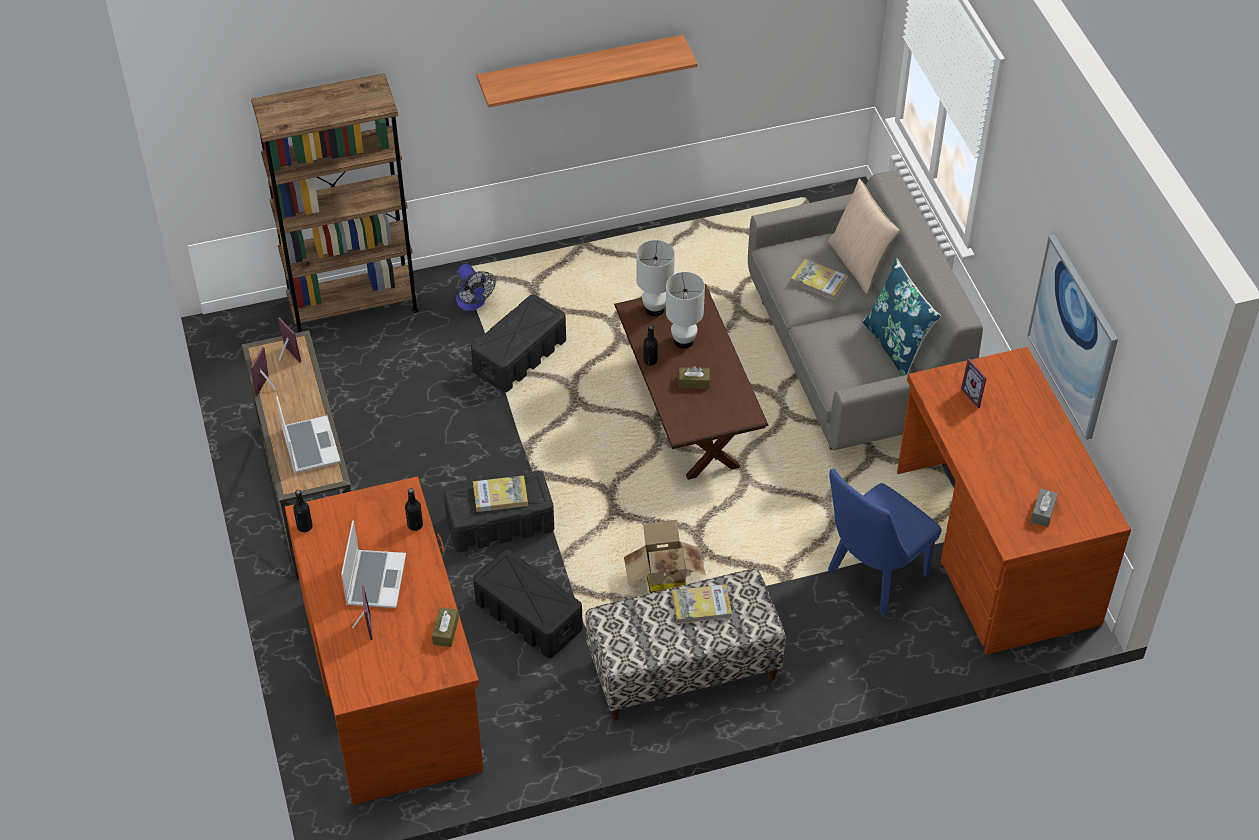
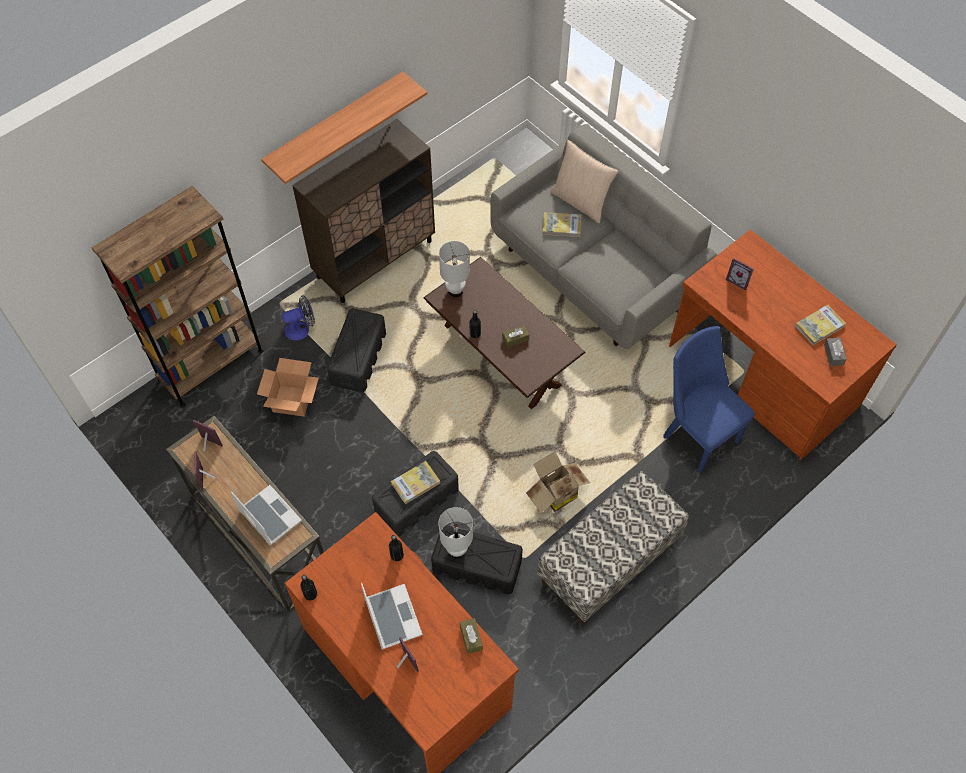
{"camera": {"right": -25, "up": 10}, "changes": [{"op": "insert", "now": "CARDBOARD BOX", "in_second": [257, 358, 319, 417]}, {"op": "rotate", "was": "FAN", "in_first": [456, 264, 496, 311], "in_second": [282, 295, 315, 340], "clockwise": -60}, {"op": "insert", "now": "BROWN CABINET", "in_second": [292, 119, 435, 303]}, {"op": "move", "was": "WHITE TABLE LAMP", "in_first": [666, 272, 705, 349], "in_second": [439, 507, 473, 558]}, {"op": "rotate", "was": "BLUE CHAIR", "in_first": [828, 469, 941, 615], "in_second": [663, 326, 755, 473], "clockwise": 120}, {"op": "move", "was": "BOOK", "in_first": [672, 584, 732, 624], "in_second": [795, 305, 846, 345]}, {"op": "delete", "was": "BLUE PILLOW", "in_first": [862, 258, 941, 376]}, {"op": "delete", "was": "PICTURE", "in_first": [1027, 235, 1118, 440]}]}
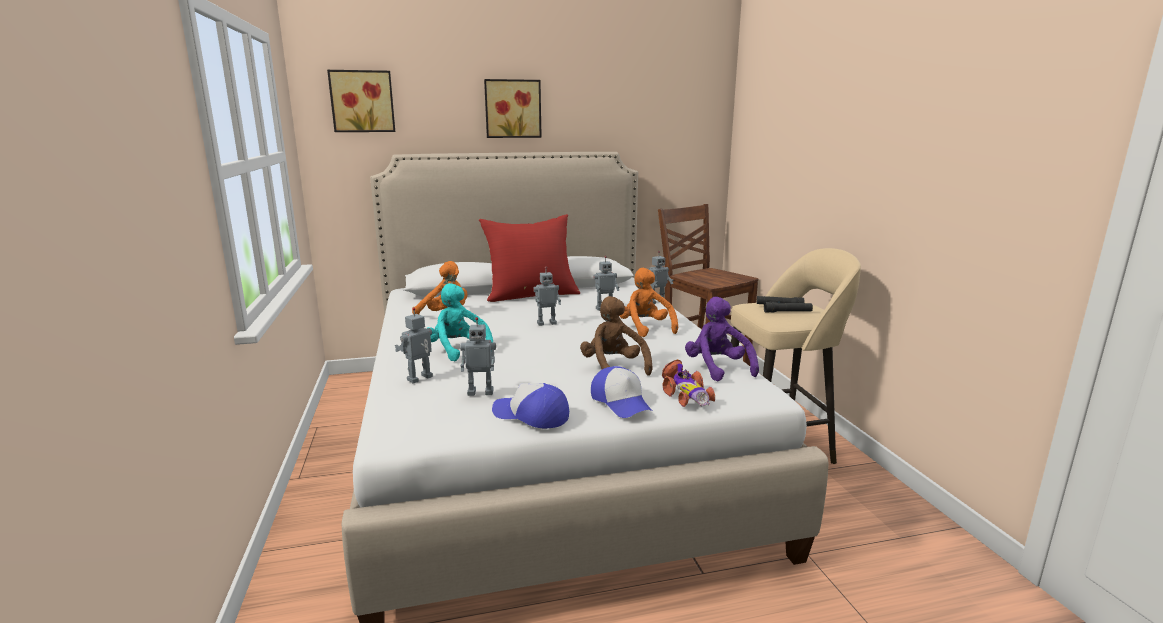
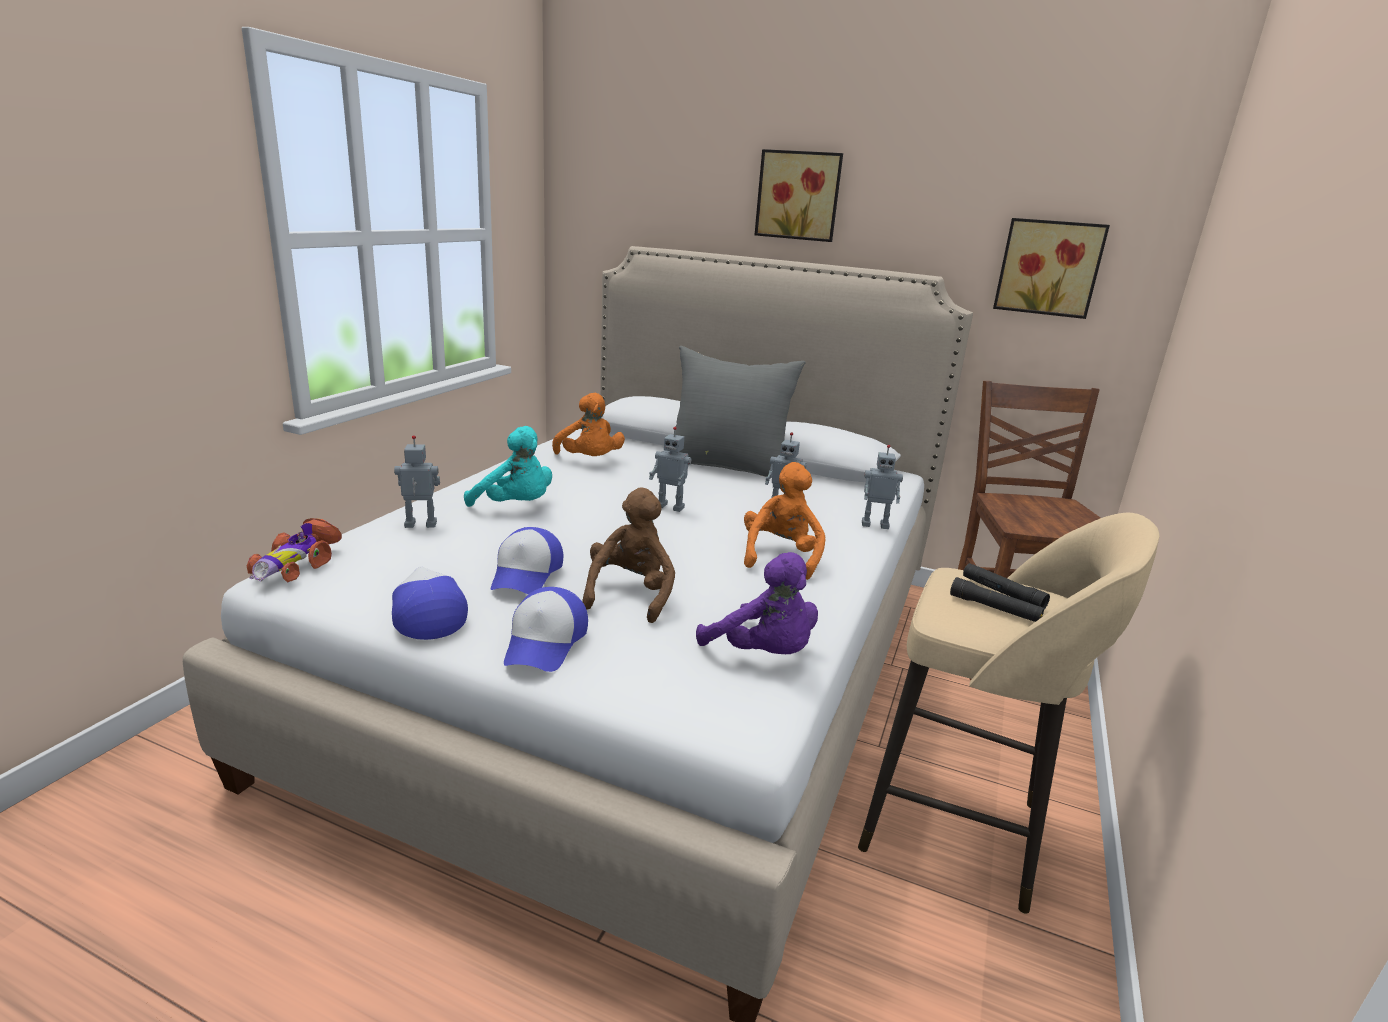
{"camera": {"right": 35, "up": 5}, "changes": [{"op": "move", "was": "TOY CAR", "in_first": [662, 359, 715, 407], "in_second": [247, 518, 342, 583]}, {"op": "rotate", "was": "TURQUOISE PLUSH TOY", "in_first": [426, 283, 493, 362], "in_second": [464, 426, 552, 507], "clockwise": 120}, {"op": "insert", "now": "CAP", "in_second": [491, 527, 563, 594]}, {"op": "recolor", "was": "RED PILLOW", "now": "GREY PILLOW", "in_first": [479, 214, 580, 302], "in_second": [675, 346, 805, 477]}, {"op": "rotate", "was": "PURPLE PLUSH TOY", "in_first": [685, 297, 759, 382], "in_second": [696, 552, 818, 654], "clockwise": 120}, {"op": "move", "was": "PICTURE", "in_first": [327, 70, 395, 132], "in_second": [993, 218, 1110, 319]}, {"op": "delete", "was": "TOY ROBOT", "in_first": [460, 317, 496, 396]}]}
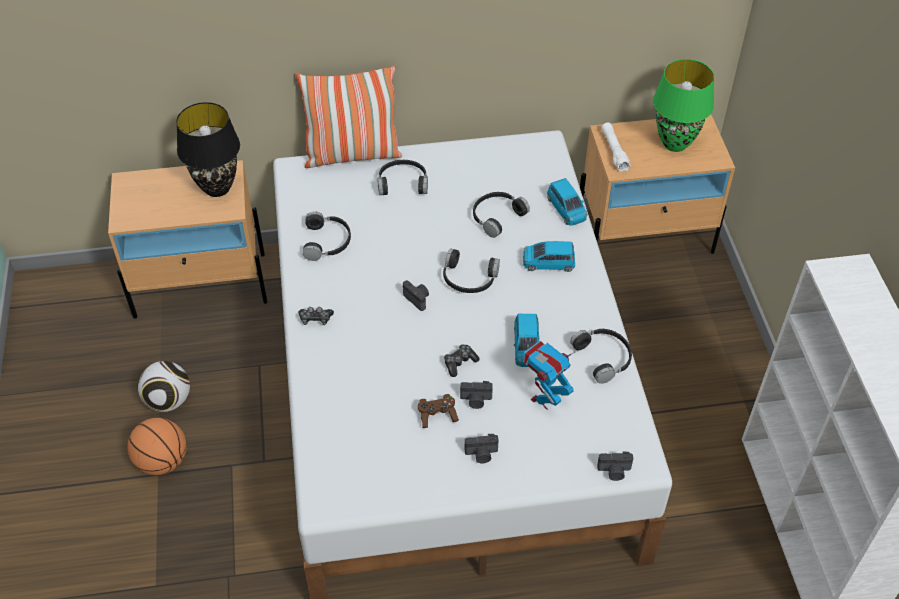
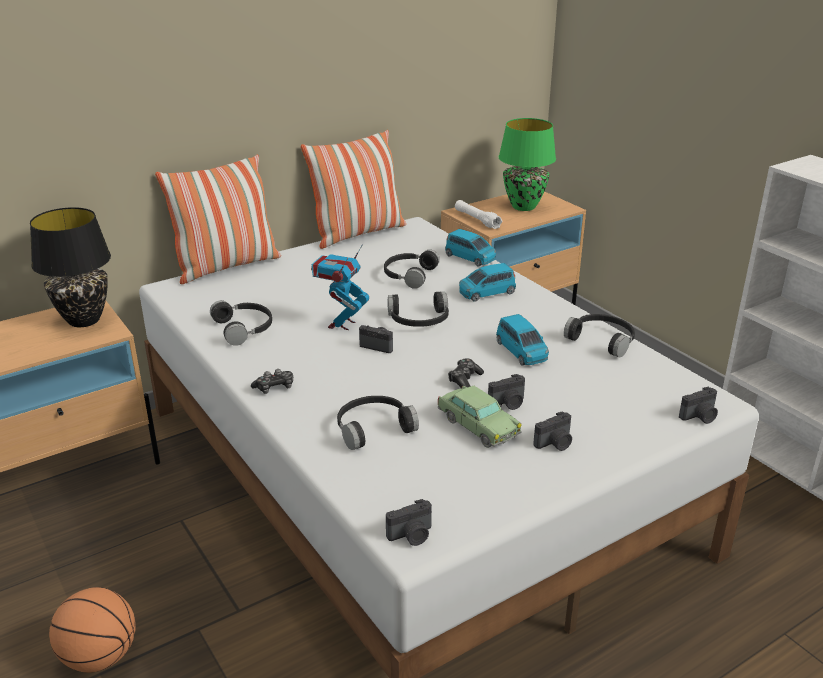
{"camera": {"right": -25, "up": -20}, "changes": [{"op": "insert", "now": "PILLOW", "in_second": [301, 130, 406, 249]}, {"op": "move", "was": "TOY ROBOT", "in_first": [523, 341, 575, 410], "in_second": [311, 244, 369, 330]}, {"op": "move", "was": "BLACK HEADPHONES", "in_first": [378, 160, 428, 195], "in_second": [337, 396, 419, 450]}, {"op": "insert", "now": "PHOTO CAMERA", "in_second": [386, 499, 432, 546]}, {"op": "replace", "was": "BROWN GAME CONTROLLER", "now": "TOY CAR", "in_first": [418, 394, 459, 428], "in_second": [438, 386, 522, 448]}, {"op": "delete", "was": "FOOTBALL", "in_first": [138, 361, 190, 412]}]}
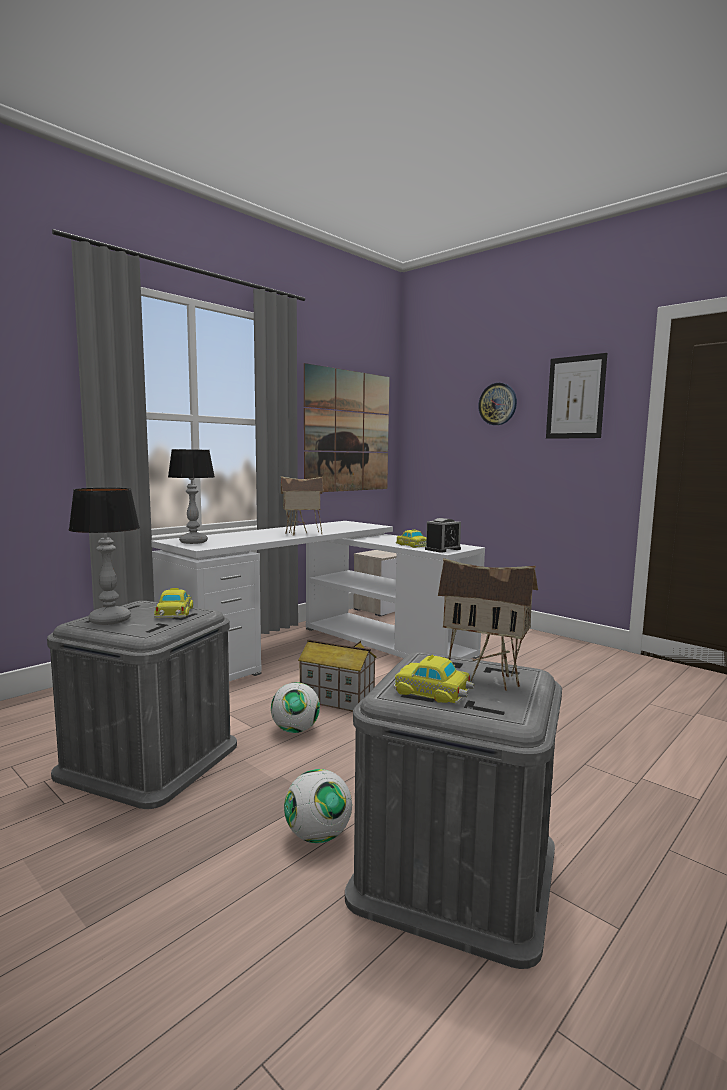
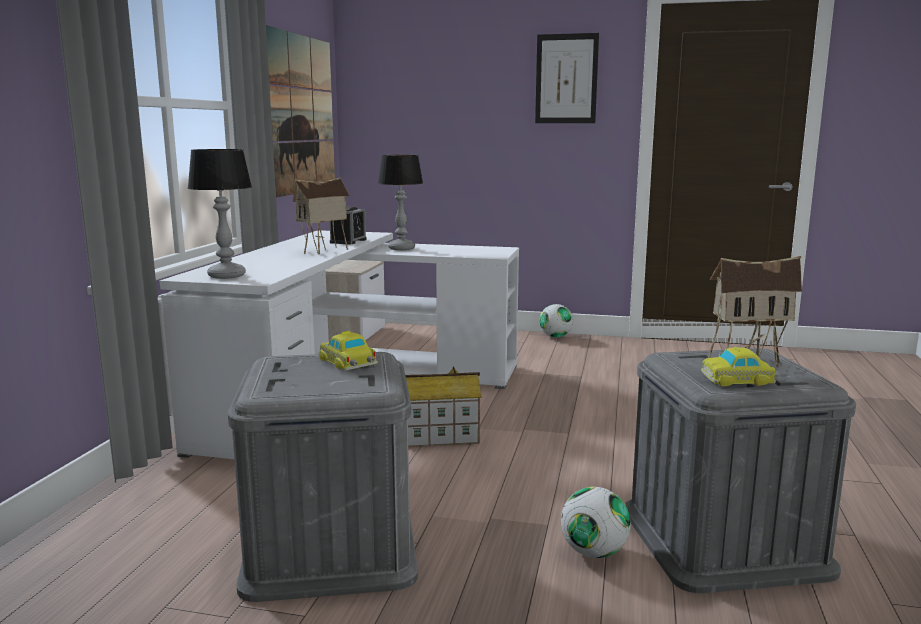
{"camera": {"right": -30, "up": 5}, "changes": [{"op": "move", "was": "ALARM CLOCK", "in_first": [425, 518, 461, 553], "in_second": [330, 206, 367, 244]}, {"op": "move", "was": "TABLE LAMP", "in_first": [69, 488, 140, 625], "in_second": [378, 155, 423, 250]}, {"op": "move", "was": "FOOTBALL", "in_first": [271, 682, 320, 733], "in_second": [539, 304, 573, 338]}, {"op": "delete", "was": "TOY CAR", "in_first": [396, 529, 426, 548]}, {"op": "delete", "was": "WALL CLOCK", "in_first": [478, 383, 517, 425]}]}
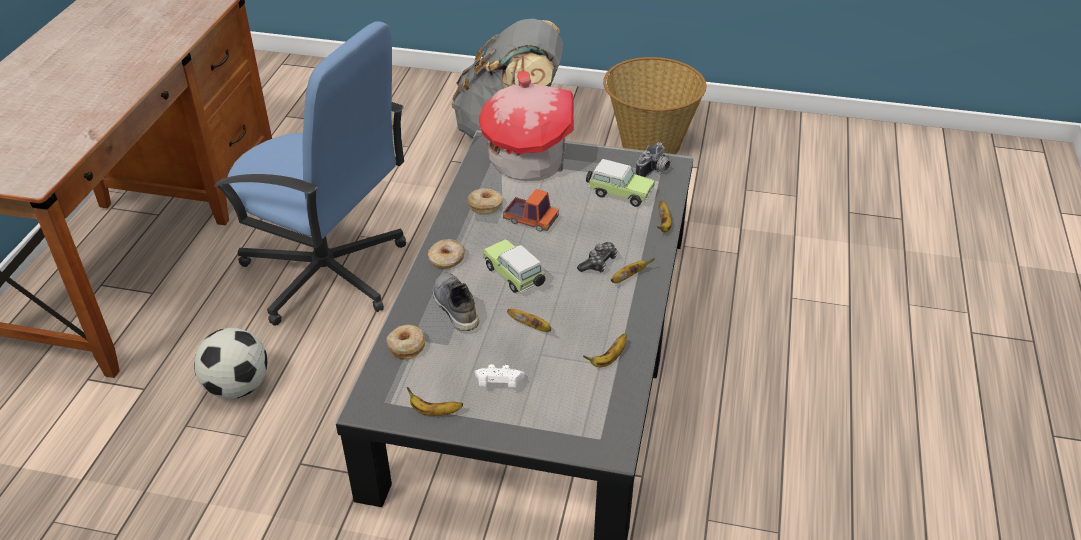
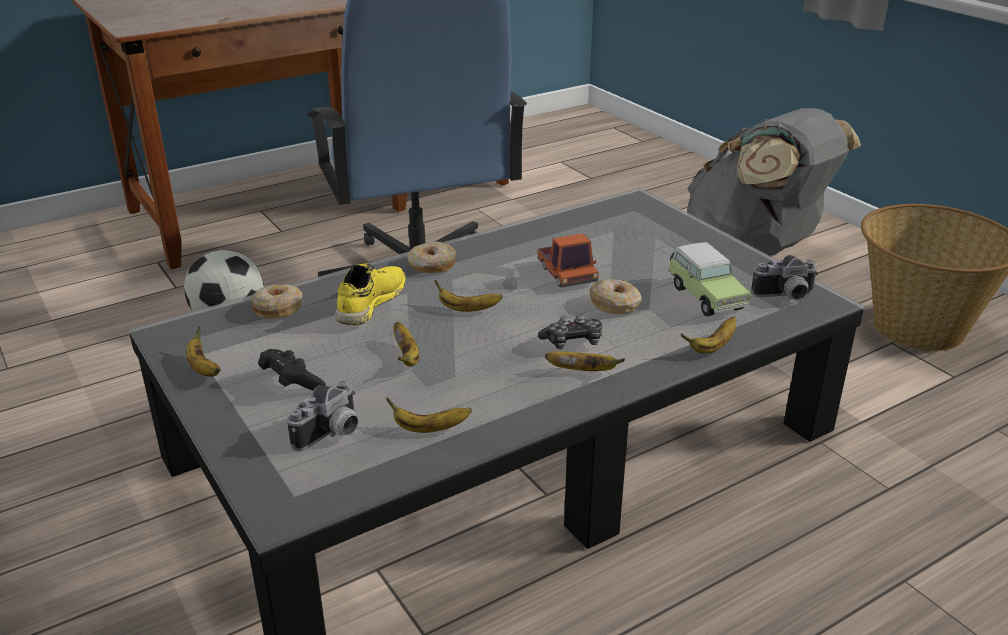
{"camera": {"right": 45, "up": -10}, "changes": [{"op": "recolor", "was": "WHITE GAME CONTROLLER", "now": "BLACK GAME CONTROLLER", "in_first": [475, 364, 525, 387], "in_second": [258, 349, 326, 391]}, {"op": "insert", "now": "PHOTO CAMERA", "in_second": [287, 380, 358, 451]}, {"op": "recolor", "was": "GREY SHOE", "now": "YELLOW SHOE", "in_first": [433, 273, 479, 331], "in_second": [335, 263, 406, 325]}, {"op": "replace", "was": "TOY CAR", "now": "BANANA", "in_first": [482, 239, 546, 293], "in_second": [435, 280, 502, 312]}, {"op": "move", "was": "DONUT", "in_first": [468, 188, 503, 214], "in_second": [589, 279, 642, 314]}, {"op": "delete", "was": "TOY HOUSE", "in_first": [479, 71, 574, 181]}]}
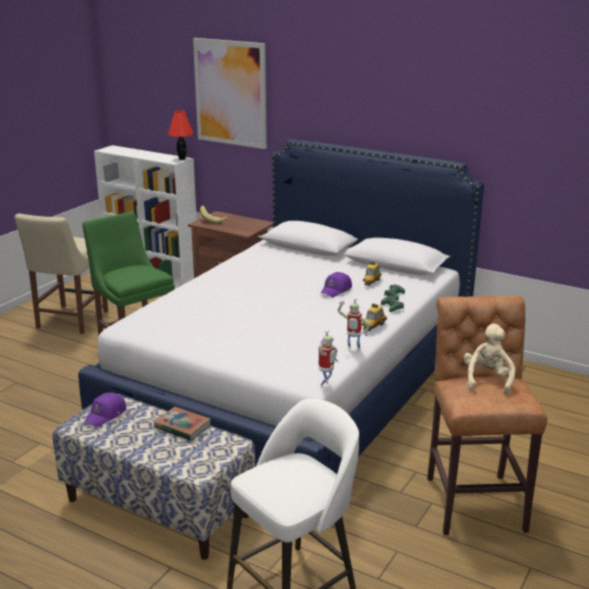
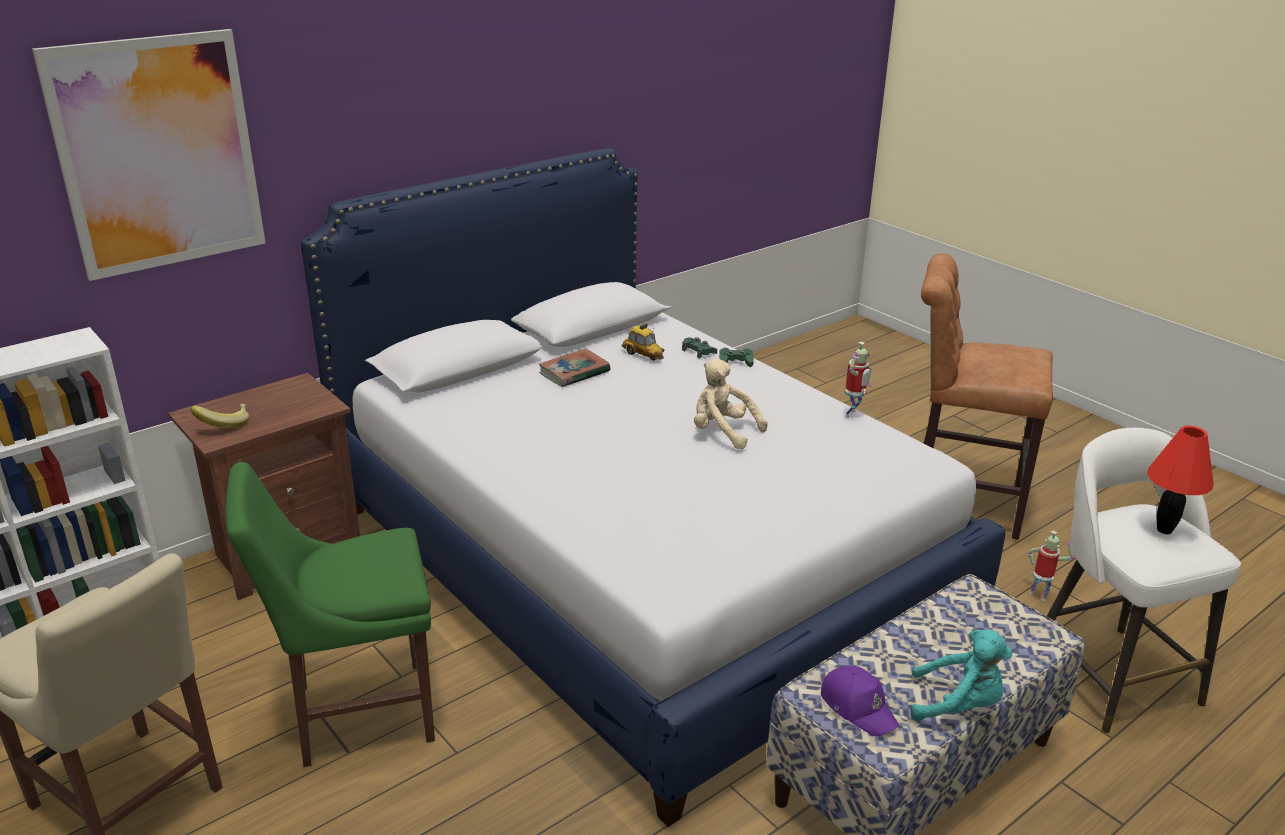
{"camera": {"right": -70, "up": 5}, "changes": [{"op": "move", "was": "BOOK", "in_first": [154, 407, 211, 441], "in_second": [538, 349, 610, 387]}, {"op": "move", "was": "BEIGE PLUSH TOY", "in_first": [463, 324, 515, 394], "in_second": [694, 359, 768, 449]}, {"op": "insert", "now": "TURQUOISE PLUSH TOY", "in_second": [911, 629, 1013, 721]}, {"op": "move", "was": "TOY ROBOT", "in_first": [319, 330, 338, 388], "in_second": [1028, 530, 1074, 601]}, {"op": "move", "was": "RED TABLE LAMP", "in_first": [168, 110, 194, 160], "in_second": [1147, 426, 1214, 534]}, {"op": "delete", "was": "PURPLE CAP", "in_first": [320, 272, 352, 297]}, {"op": "delete", "was": "TOY CAR", "in_first": [362, 304, 387, 331]}]}
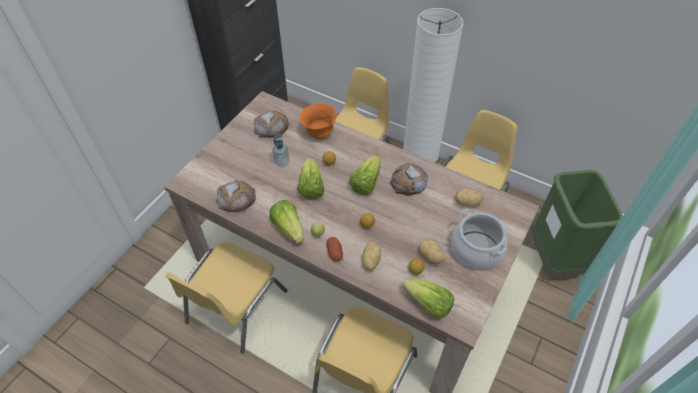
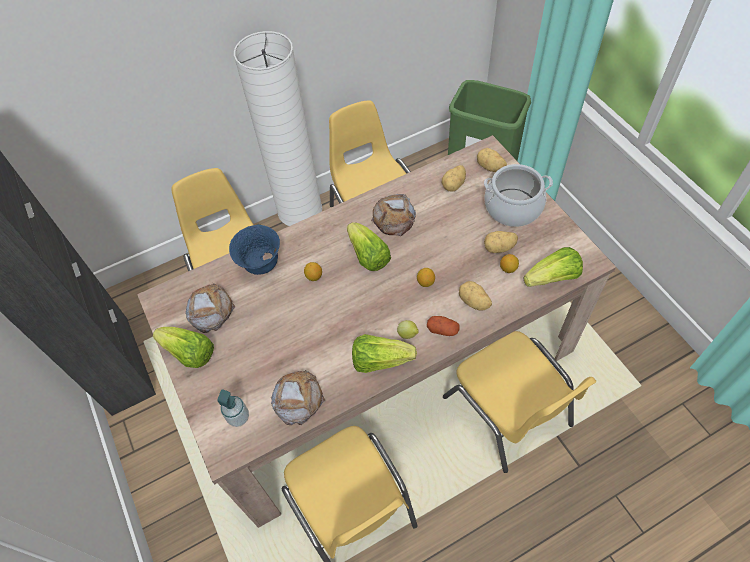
{"camera": {"right": -55, "up": 5}, "changes": [{"op": "move", "was": "LETTUCE", "in_first": [297, 158, 324, 200], "in_second": [153, 327, 214, 368]}, {"op": "move", "was": "SOAP DISPENSER", "in_first": [272, 132, 289, 167], "in_second": [217, 390, 249, 427]}, {"op": "recolor", "was": "ORANGE BOWL", "now": "BLUE BOWL", "in_first": [300, 103, 337, 139], "in_second": [229, 225, 280, 275]}, {"op": "insert", "now": "POTATO", "in_second": [477, 148, 507, 172]}]}
